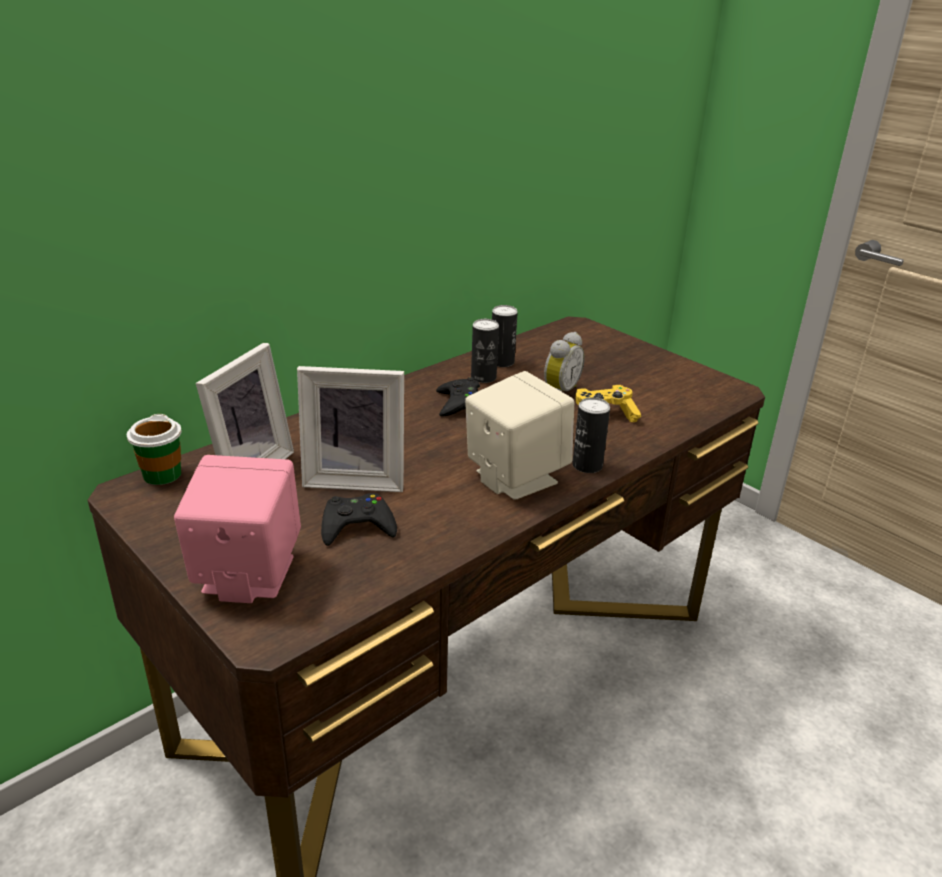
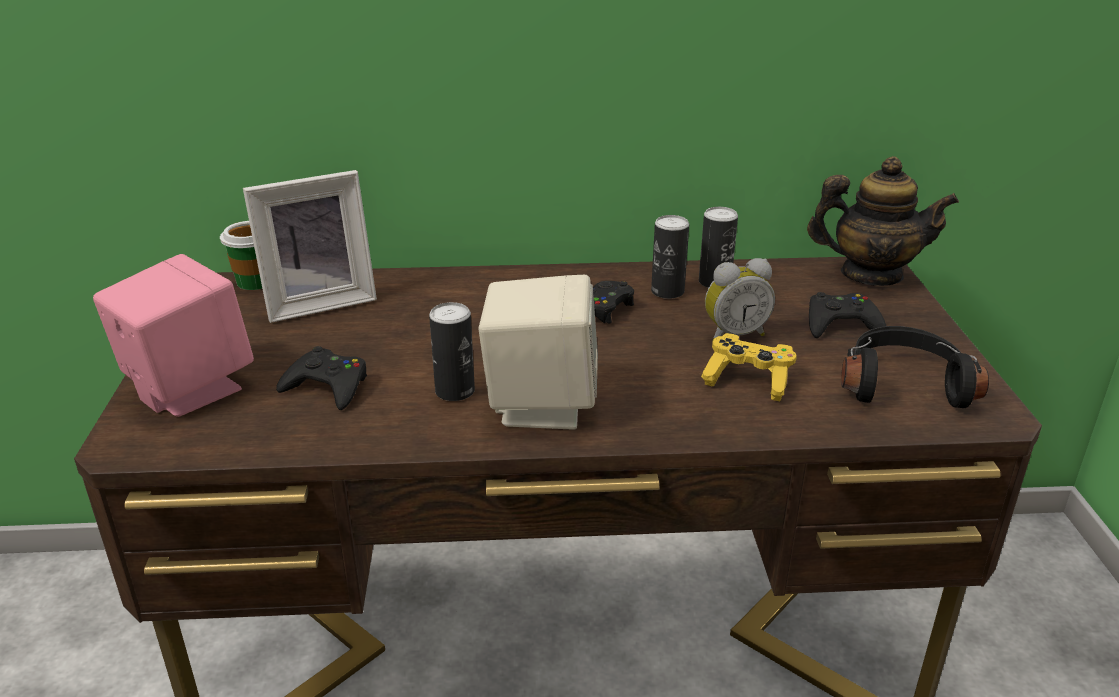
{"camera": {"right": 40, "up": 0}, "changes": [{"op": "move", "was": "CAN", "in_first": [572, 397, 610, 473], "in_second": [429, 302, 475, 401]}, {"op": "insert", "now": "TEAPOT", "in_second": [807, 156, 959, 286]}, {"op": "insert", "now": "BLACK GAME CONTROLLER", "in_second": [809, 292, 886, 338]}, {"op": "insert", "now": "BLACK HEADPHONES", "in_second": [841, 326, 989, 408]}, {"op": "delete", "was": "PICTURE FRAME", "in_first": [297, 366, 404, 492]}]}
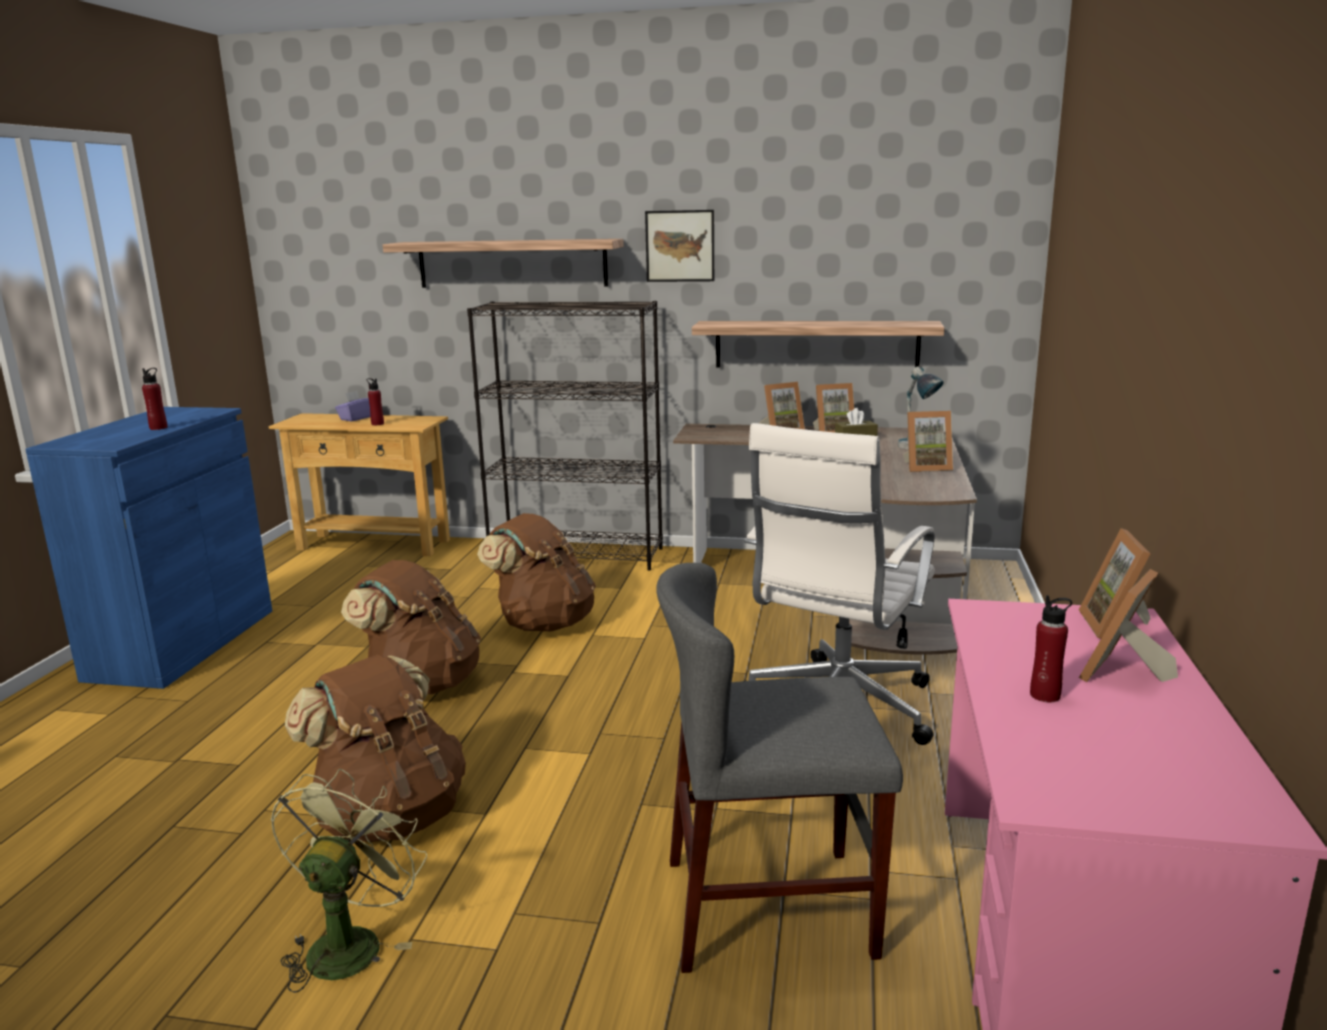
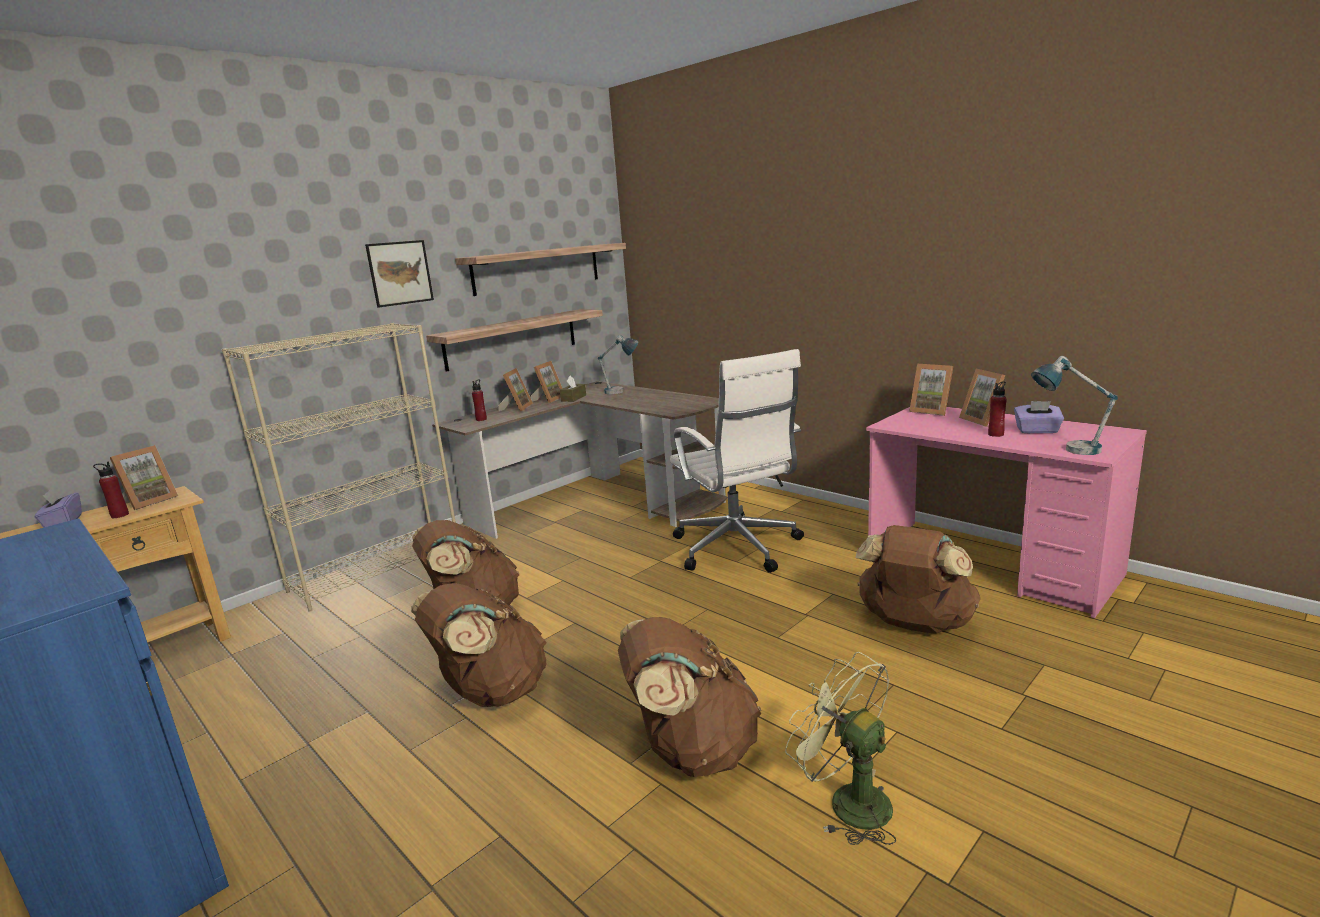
{"camera": {"right": -55, "up": 0}, "changes": [{"op": "move", "was": "PICTURE FRAME", "in_first": [903, 411, 953, 472], "in_second": [110, 445, 178, 510]}, {"op": "recolor", "was": "BLACK BOOKCASE", "now": "BEIGE BOOKCASE", "in_first": [467, 301, 663, 571], "in_second": [222, 323, 456, 611]}, {"op": "move", "was": "SHELF", "in_first": [383, 239, 624, 288], "in_second": [455, 243, 626, 296]}, {"op": "move", "was": "RED BOTTLE", "in_first": [142, 368, 167, 430], "in_second": [472, 379, 487, 421]}, {"op": "replace", "was": "GREY CHAIR", "now": "BROWN BACKPACK", "in_first": [657, 563, 903, 973], "in_second": [856, 525, 981, 634]}, {"op": "insert", "now": "PURPLE TISSUE BOX", "in_second": [1014, 401, 1064, 433]}, {"op": "insert", "now": "TABLE LAMP", "in_second": [1031, 356, 1118, 455]}]}
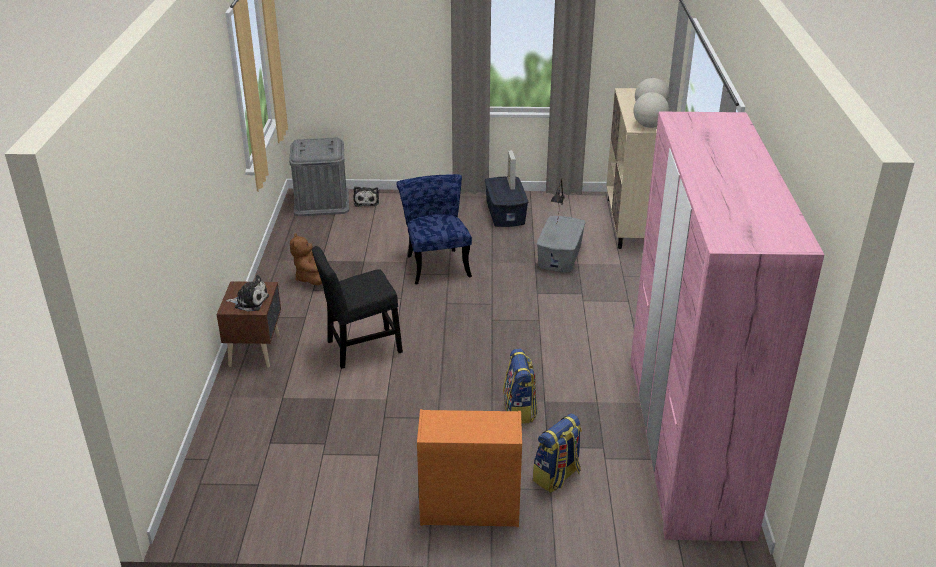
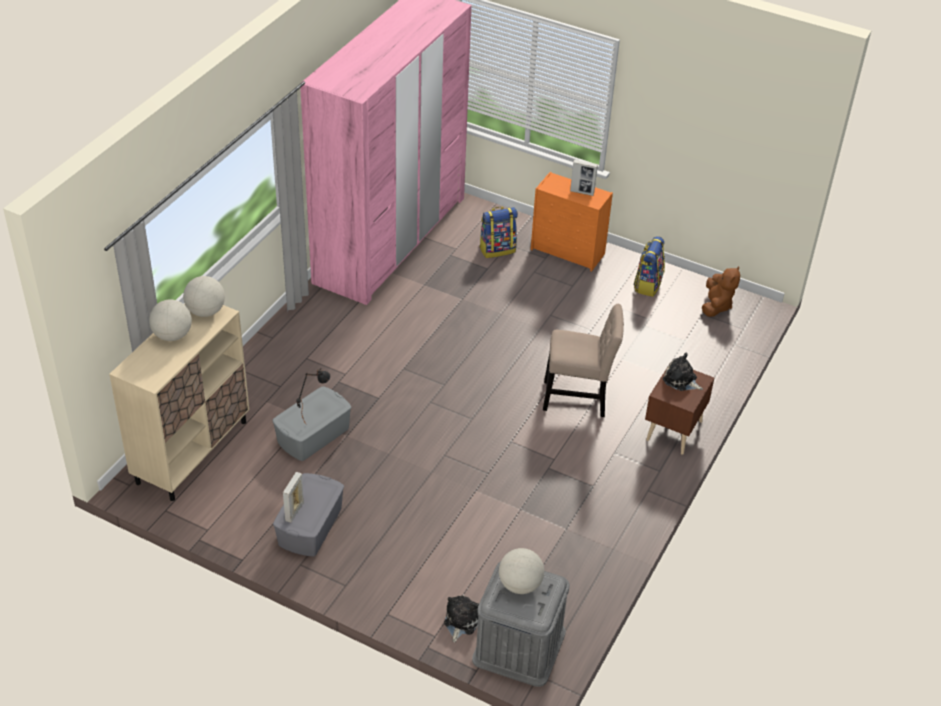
{"camera": {"right": -155, "up": 10}, "changes": [{"op": "recolor", "was": "BLUE STORAGE BOX", "now": "GREY STORAGE BOX", "in_first": [485, 176, 528, 227], "in_second": [273, 473, 344, 556]}, {"op": "insert", "now": "GLOBE", "in_second": [499, 548, 544, 594]}, {"op": "recolor", "was": "BLACK CHAIR", "now": "BEIGE CHAIR", "in_first": [312, 246, 403, 369], "in_second": [543, 303, 624, 417]}, {"op": "insert", "now": "PICTURE FRAME", "in_second": [570, 159, 598, 196]}, {"op": "move", "was": "BACKPACK", "in_first": [503, 349, 537, 424], "in_second": [634, 236, 665, 297]}, {"op": "move", "was": "BROWN PLUSH TOY", "in_first": [290, 233, 322, 285], "in_second": [702, 266, 740, 317]}, {"op": "delete", "was": "BLUE CHAIR", "in_first": [396, 174, 472, 284]}]}
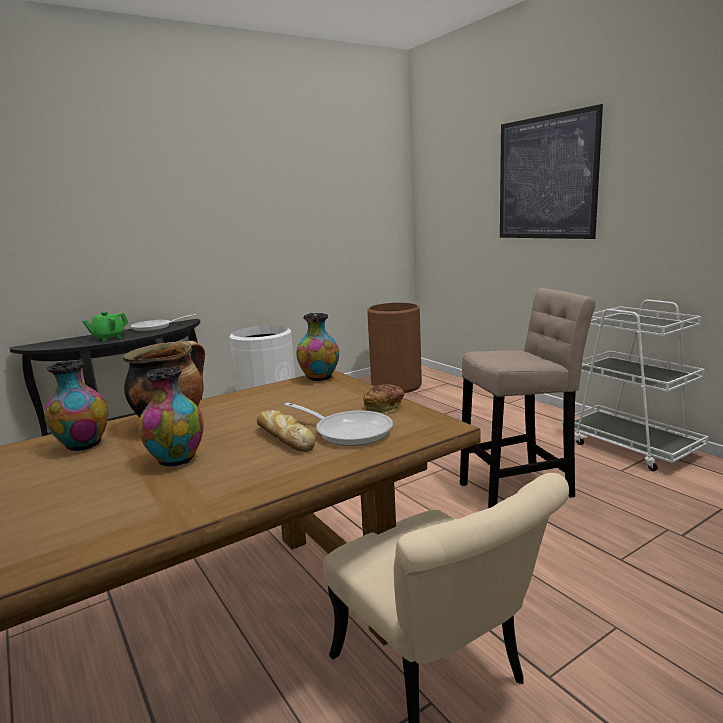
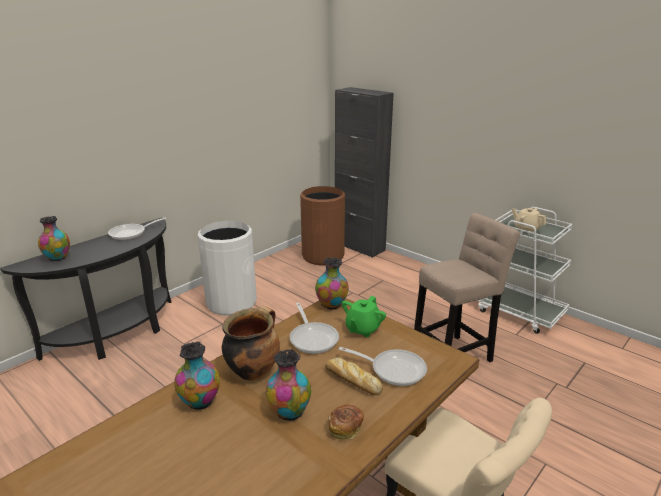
{"camera": {"right": -15, "up": 10}, "changes": [{"op": "insert", "now": "VASE", "in_second": [38, 216, 70, 262]}, {"op": "insert", "now": "FRYING PAN", "in_second": [290, 303, 339, 354]}, {"op": "move", "was": "BREAD", "in_first": [363, 384, 405, 413], "in_second": [328, 405, 364, 440]}, {"op": "insert", "now": "BLACK CABINET", "in_second": [335, 87, 394, 258]}, {"op": "move", "was": "GREEN TEAPOT", "in_first": [82, 311, 128, 341], "in_second": [342, 296, 386, 337]}, {"op": "insert", "now": "BEIGE TEAPOT", "in_second": [512, 208, 546, 234]}, {"op": "delete", "was": "PICTURE", "in_first": [500, 104, 603, 239]}]}
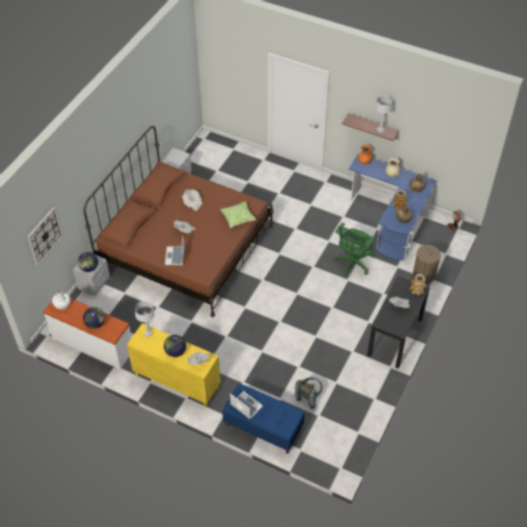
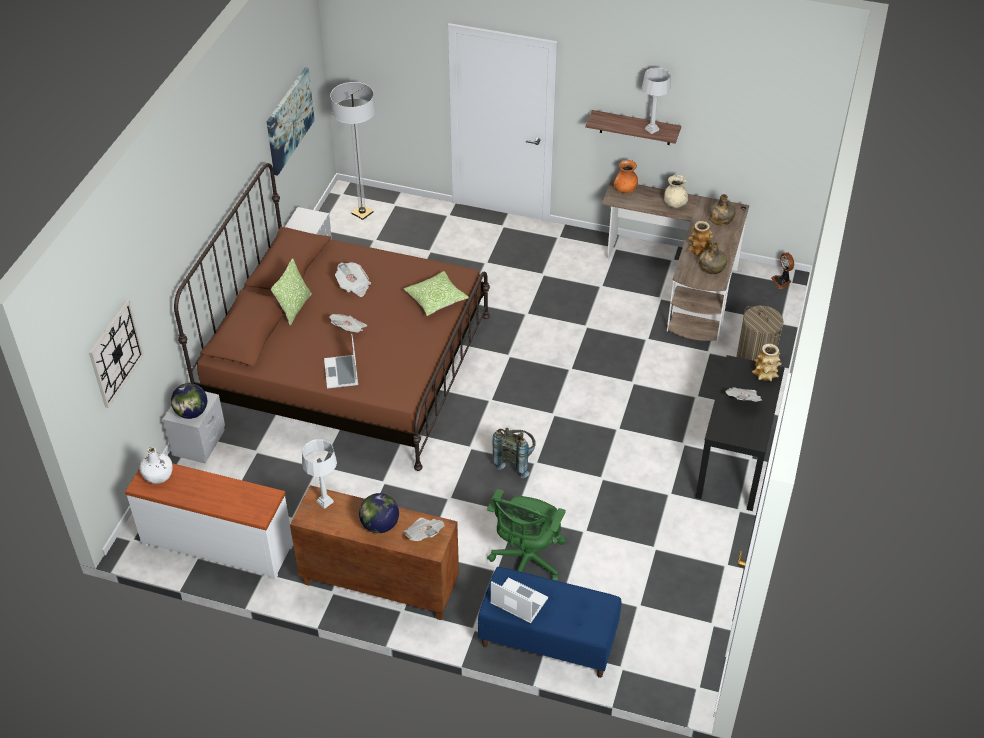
{"camera": {"right": -10, "up": -5}, "changes": [{"op": "insert", "now": "PICTURE", "in_second": [267, 67, 315, 176]}, {"op": "insert", "now": "PILLOW", "in_second": [271, 258, 312, 325]}, {"op": "recolor", "was": "YELLOW CABINET", "now": "BROWN CABINET", "in_first": [127, 323, 221, 407], "in_second": [290, 485, 459, 620]}, {"op": "insert", "now": "FLOOR LAMP", "in_second": [330, 82, 375, 220]}, {"op": "move", "was": "GREEN OFFICE CHAIR", "in_first": [333, 223, 375, 277], "in_second": [487, 489, 566, 581]}, {"op": "move", "was": "GREY BACKPACK", "in_first": [295, 378, 323, 409], "in_second": [492, 428, 536, 478]}, {"op": "recolor", "was": "BLUE DESK", "now": "BROWN DESK", "in_first": [349, 154, 437, 261], "in_second": [602, 179, 749, 342]}, {"op": "delete", "was": "GLOBE", "in_first": [83, 307, 105, 329]}]}
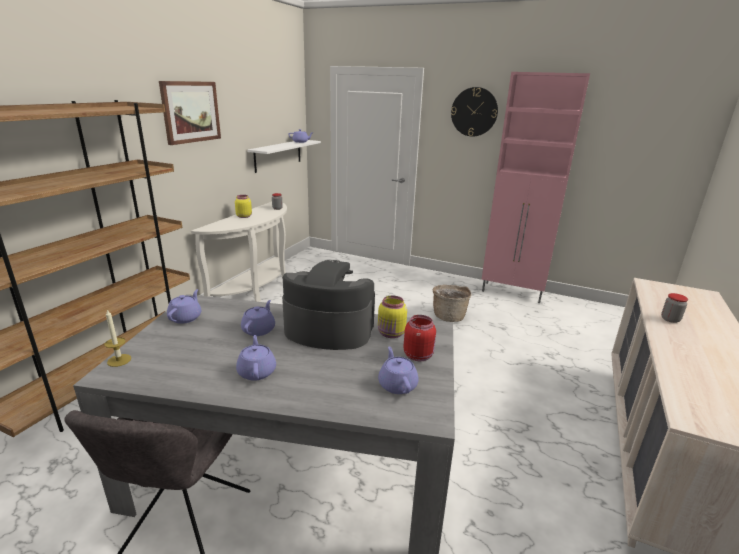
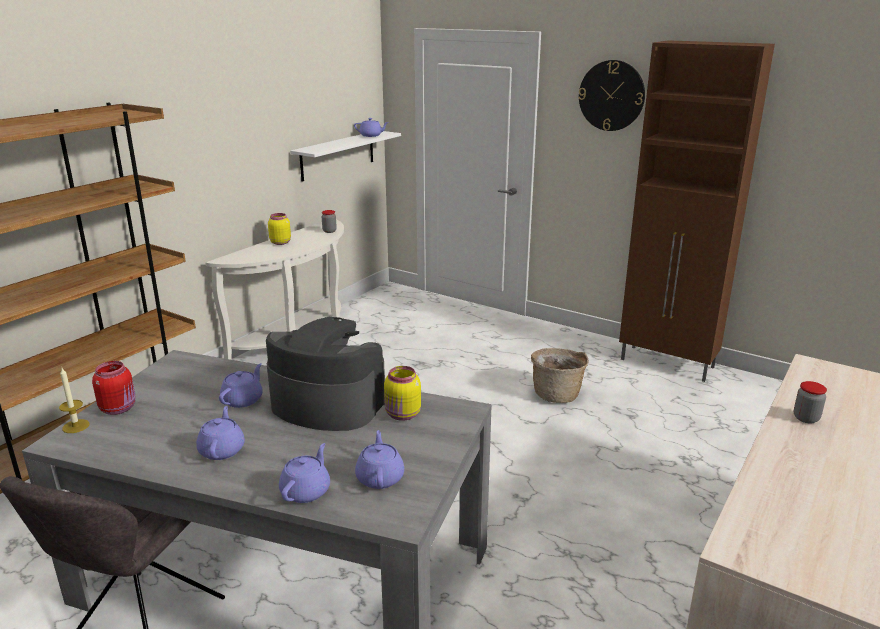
{"camera": {"right": 10, "up": 0}, "changes": [{"op": "move", "was": "RED JAR", "in_first": [404, 315, 436, 361], "in_second": [92, 361, 136, 415]}, {"op": "move", "was": "PURPLE TEAPOT", "in_first": [167, 289, 201, 324], "in_second": [279, 443, 330, 503]}, {"op": "recolor", "was": "PINK CABINET", "now": "BROWN CABINET", "in_first": [481, 72, 590, 303], "in_second": [619, 40, 775, 382]}, {"op": "delete", "was": "PICTURE", "in_first": [159, 81, 221, 145]}]}
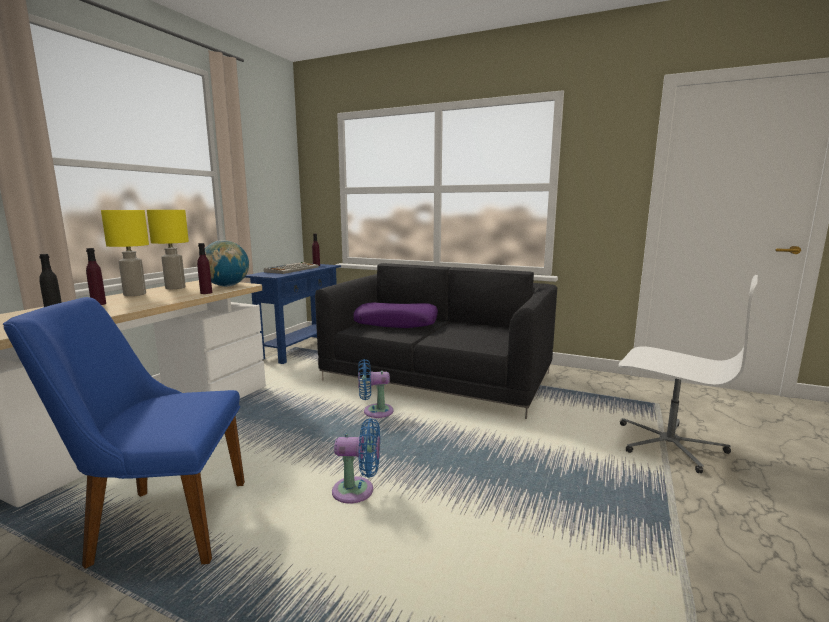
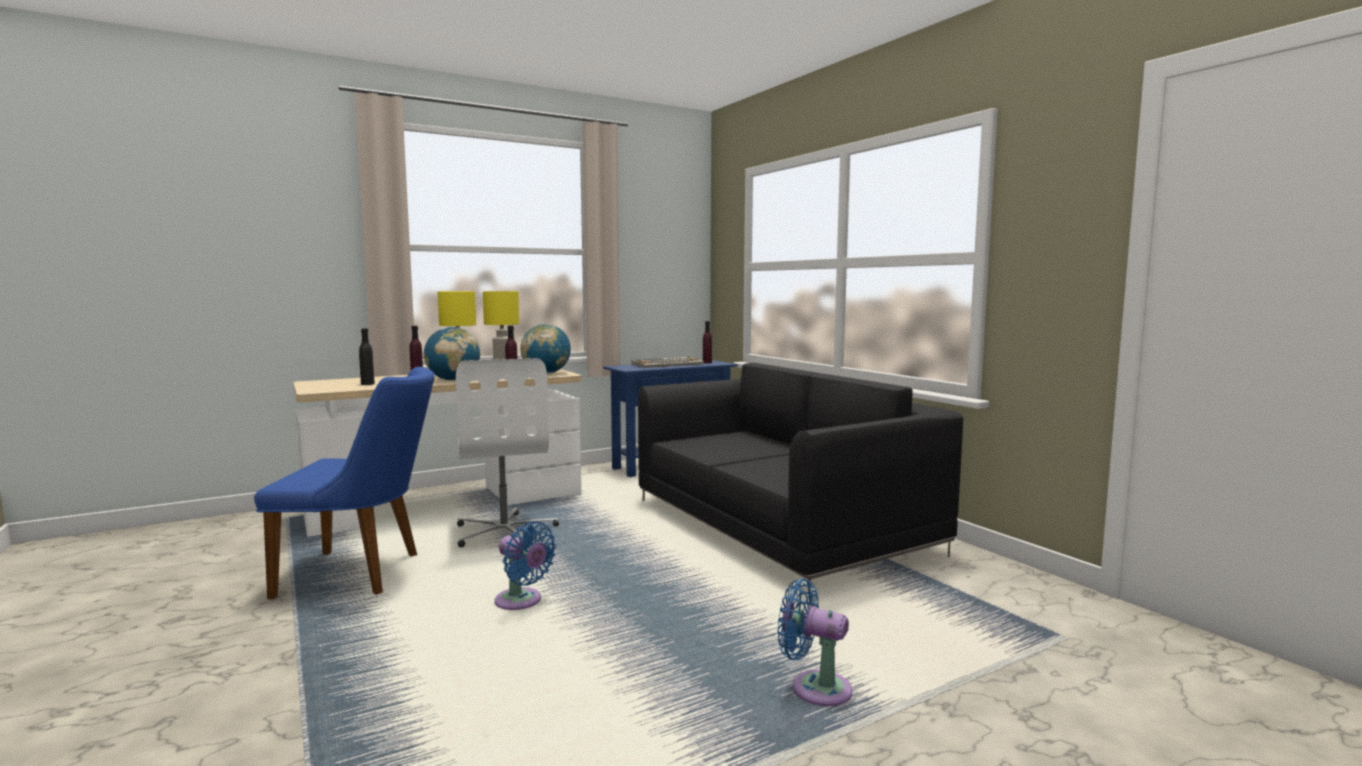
{"camera": {"right": 35, "up": -5}, "changes": [{"op": "rotate", "was": "BLUE CHAIR", "in_first": [3, 297, 245, 569], "in_second": [254, 367, 435, 599], "clockwise": 150}, {"op": "insert", "now": "GLOBE", "in_second": [424, 327, 480, 381]}, {"op": "move", "was": "WHITE OFFICE CHAIR", "in_first": [619, 275, 758, 473], "in_second": [456, 358, 559, 547]}, {"op": "move", "was": "BLUE FAN", "in_first": [358, 359, 394, 418], "in_second": [777, 578, 852, 706]}, {"op": "delete", "was": "PURPLE PILLOW", "in_first": [353, 303, 438, 328]}]}
